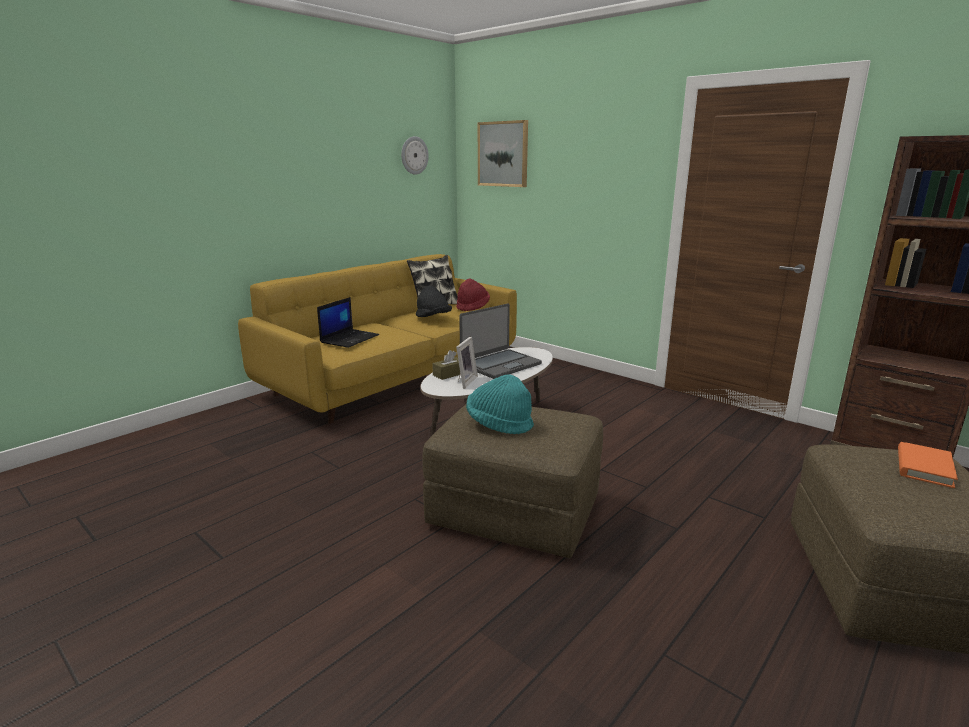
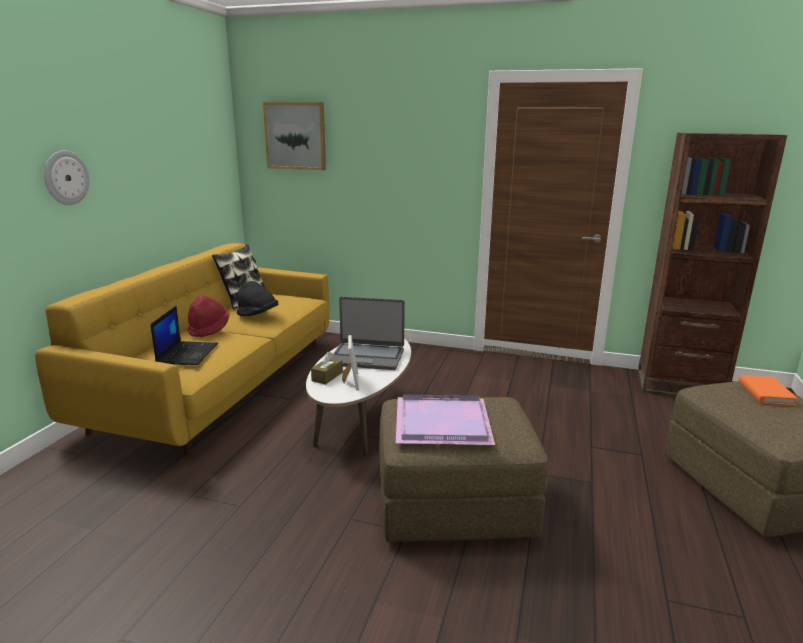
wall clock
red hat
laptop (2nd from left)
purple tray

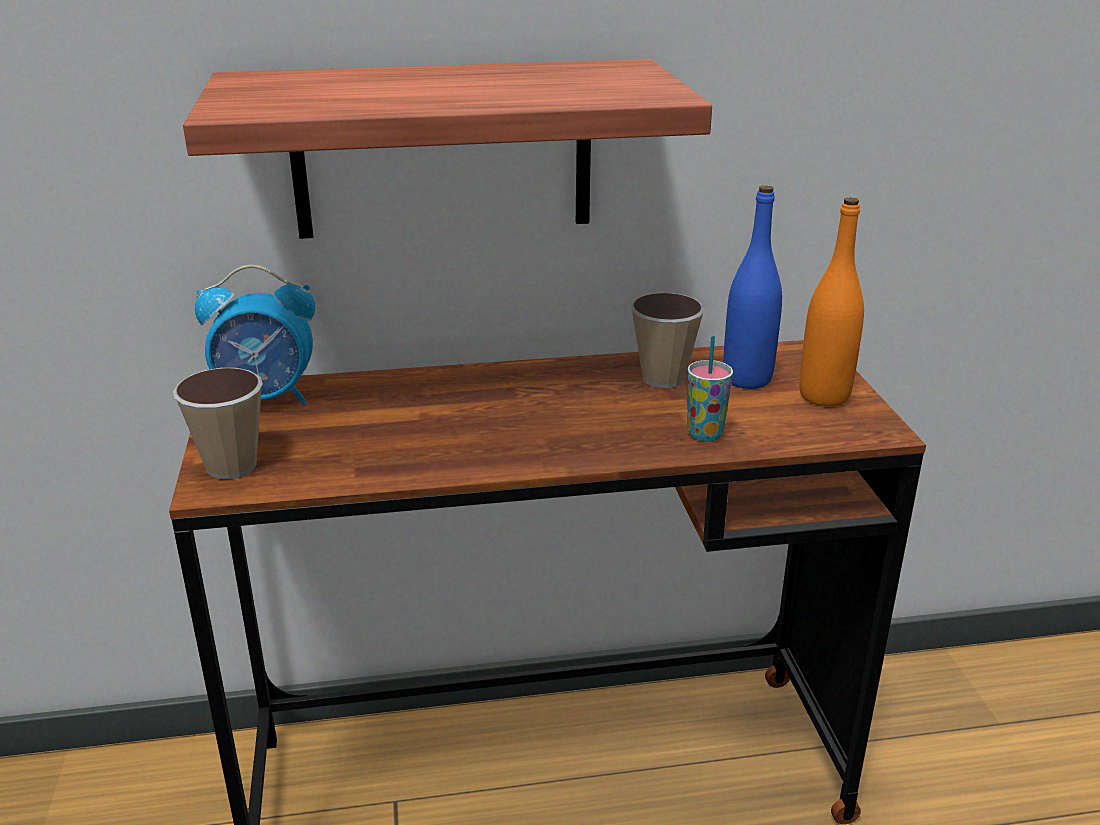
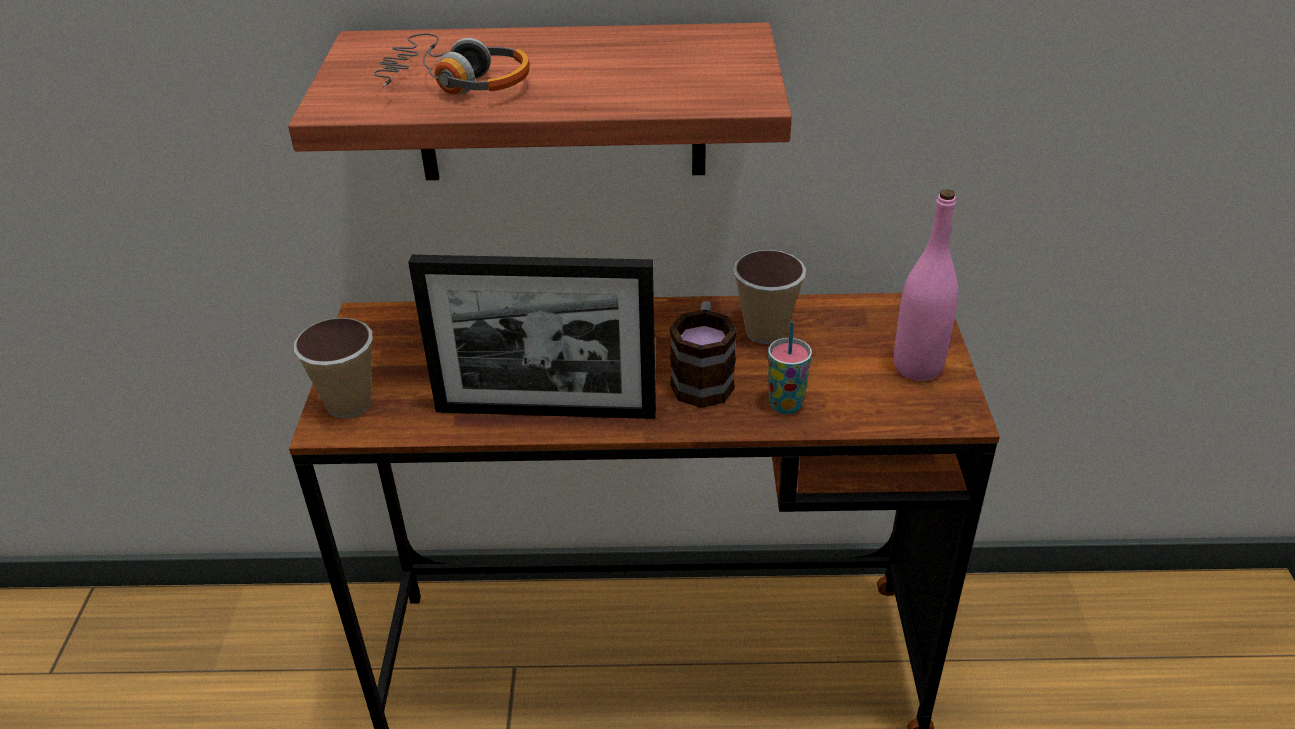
blue bottle
pink bottle
alarm clock
headphones
picture frame
mug

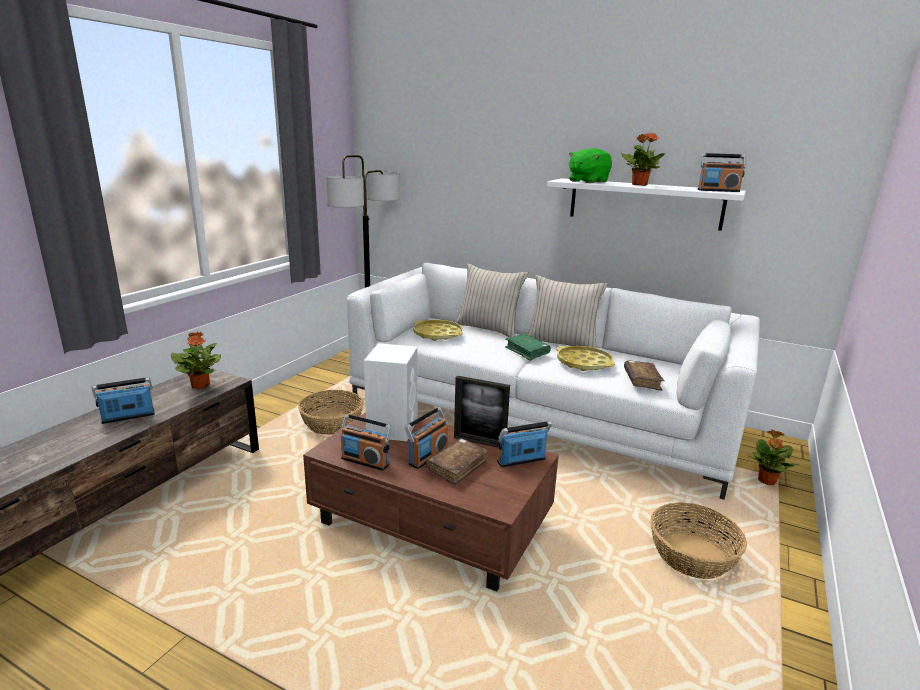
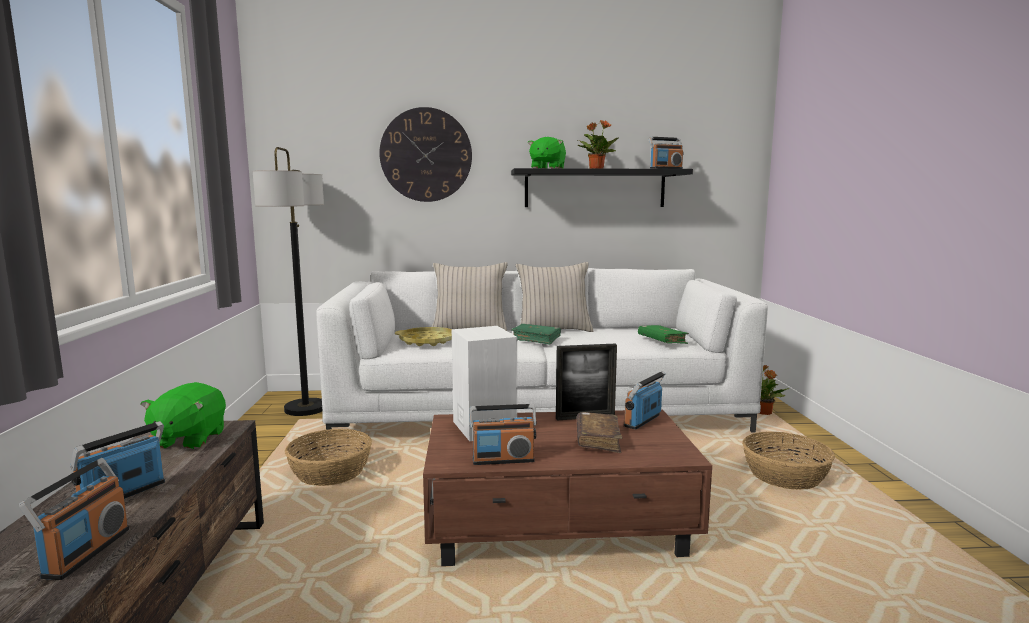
black shelf
green plush toy (1st from left)
yellow tray (2nd from left in the first image)
green book (2nd from left)
radio (1st from left)
wall clock

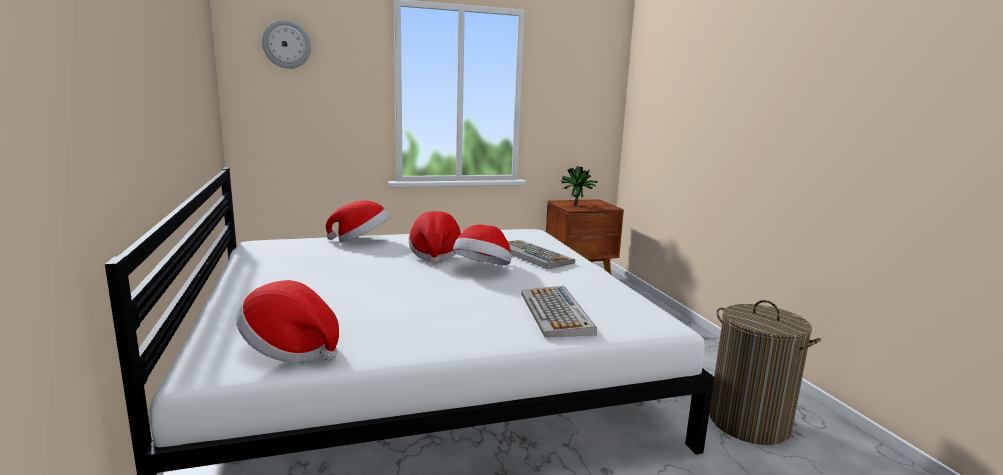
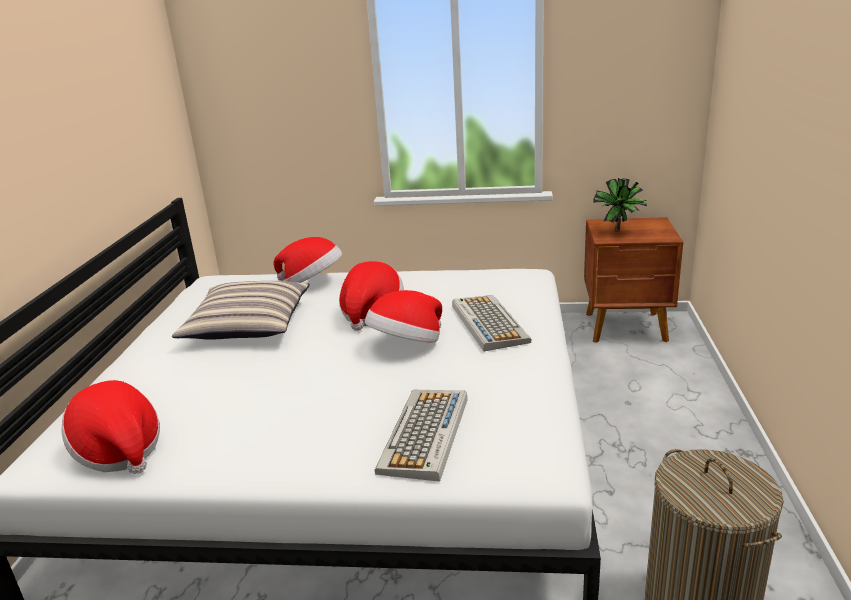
wall clock
pillow

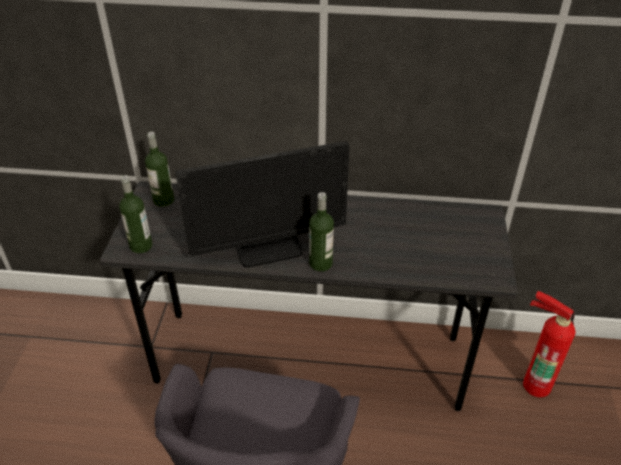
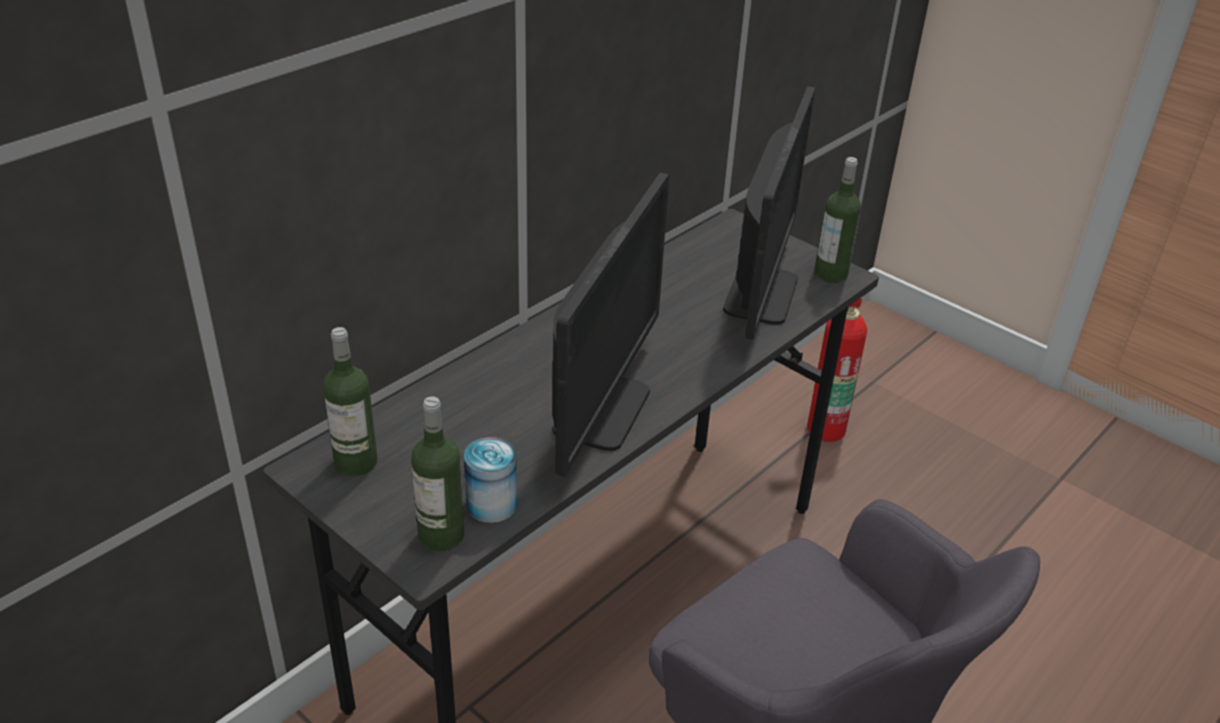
bottle (3rd from left)
monitor (2nd from left)
can

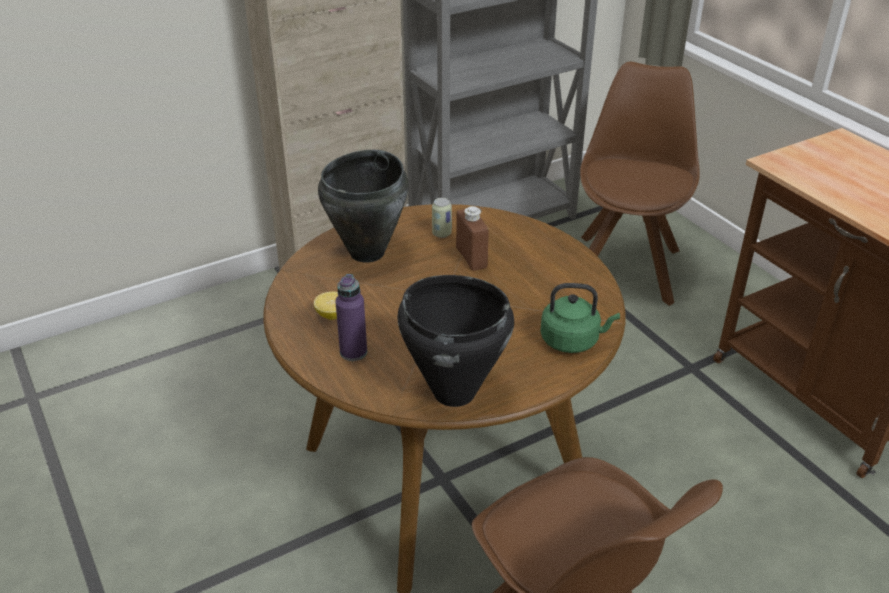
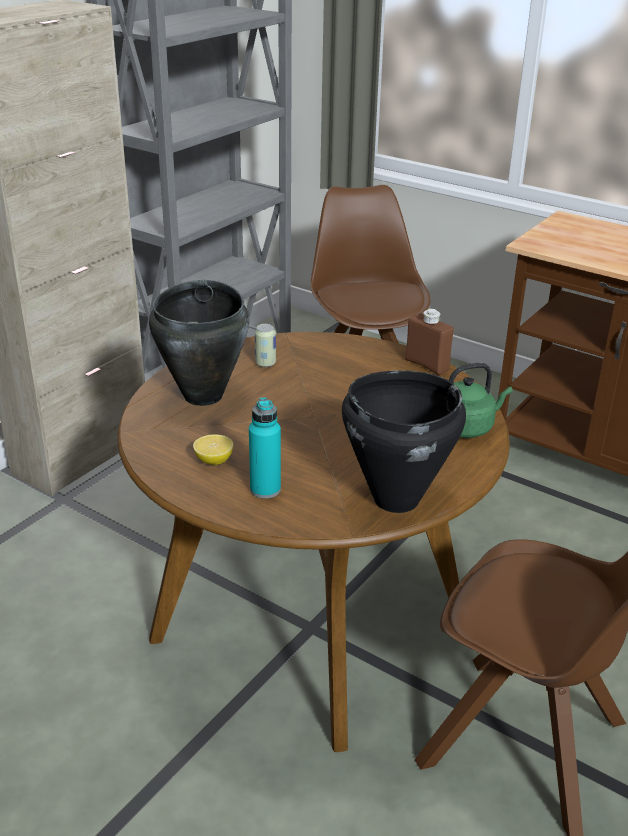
brown bottle
turquoise bottle

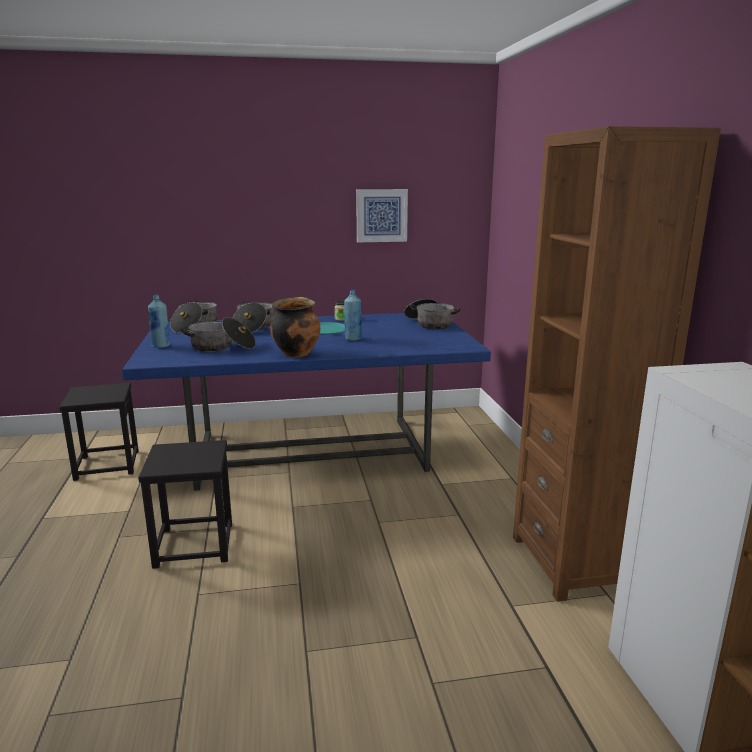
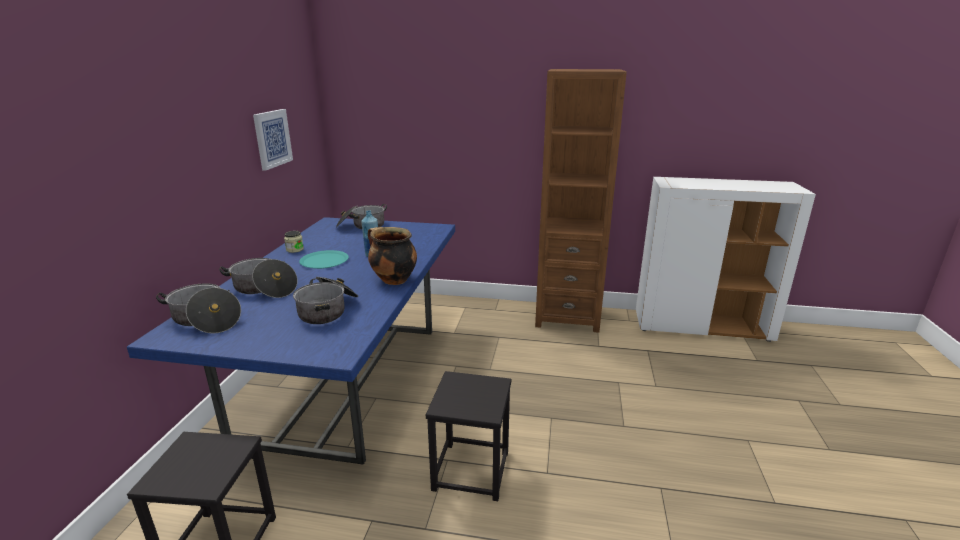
blue bottle (1st from left in the first image)

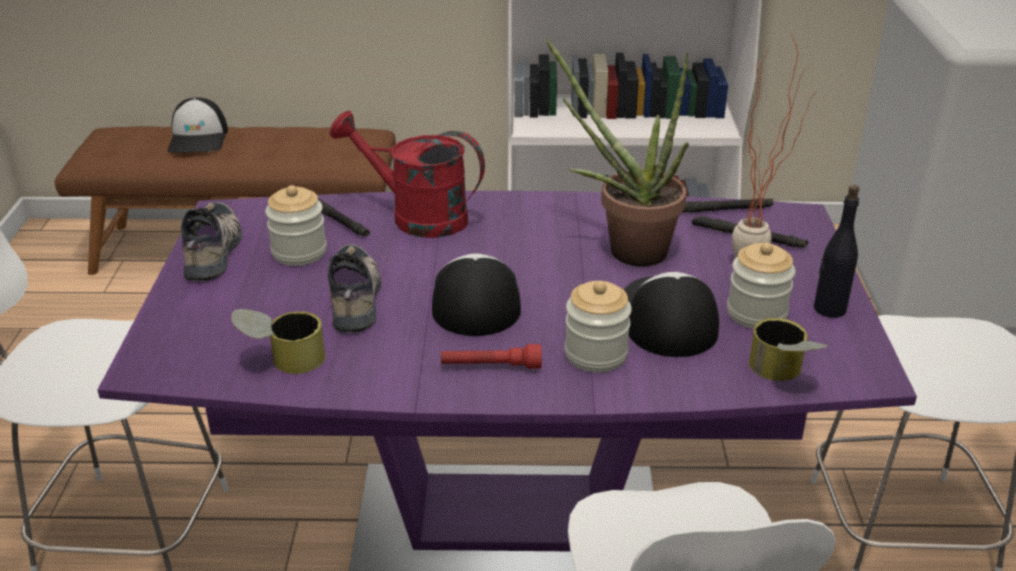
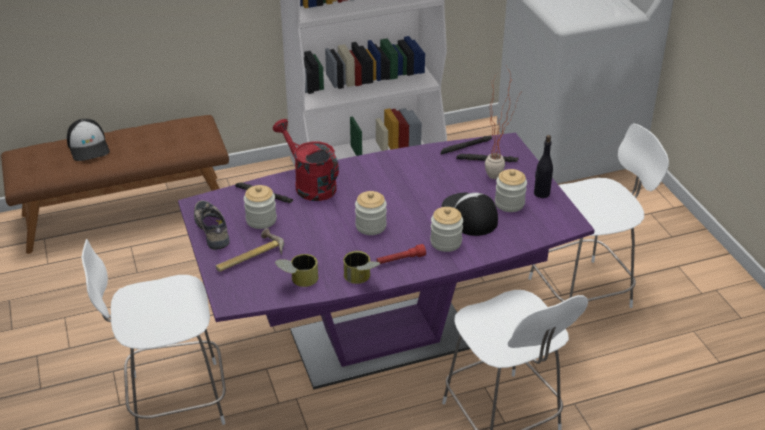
potted plant (1st from left in the first image)
red watering can
shoe (2nd from left in the first image)
jar (2nd from left)
can (2nd from left)
hammer

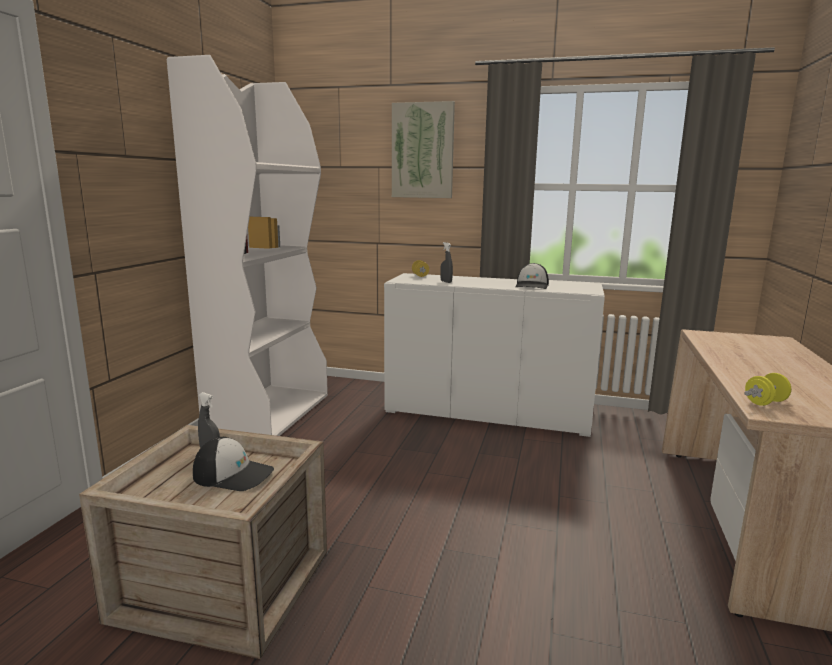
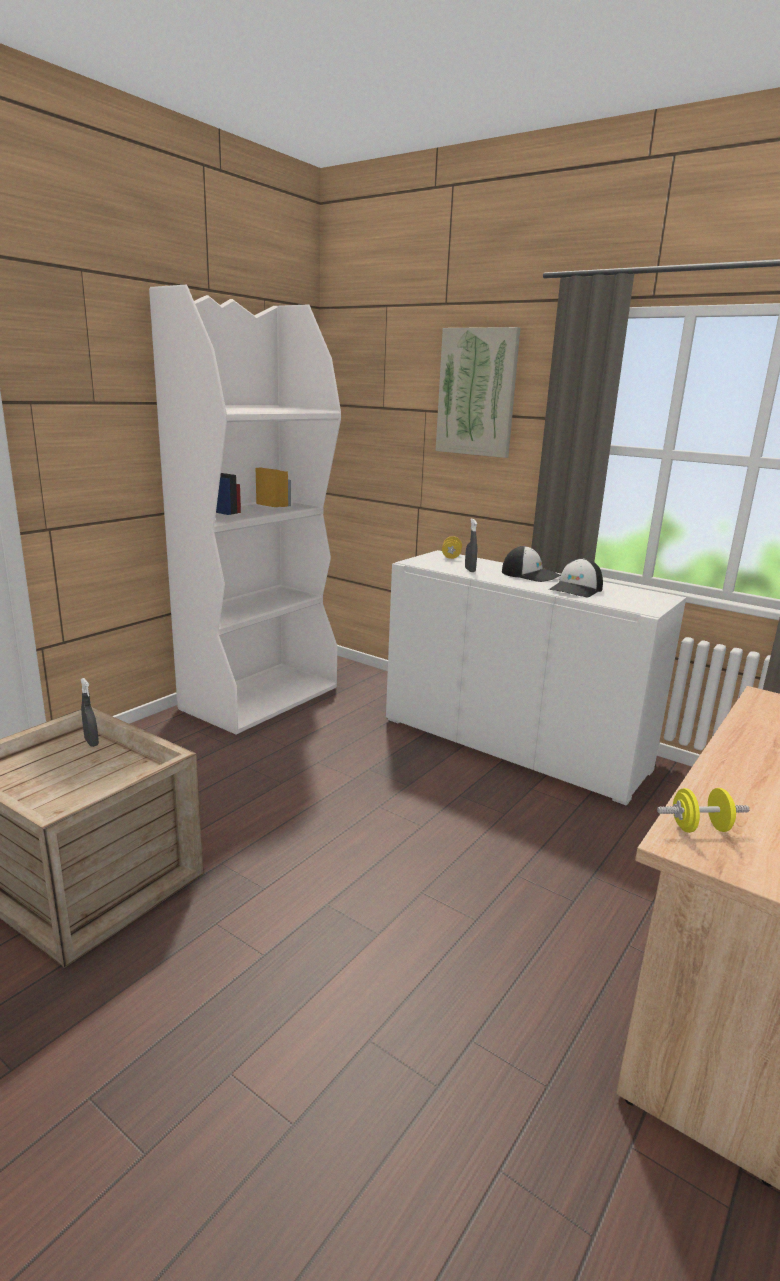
cap (1st from left)

